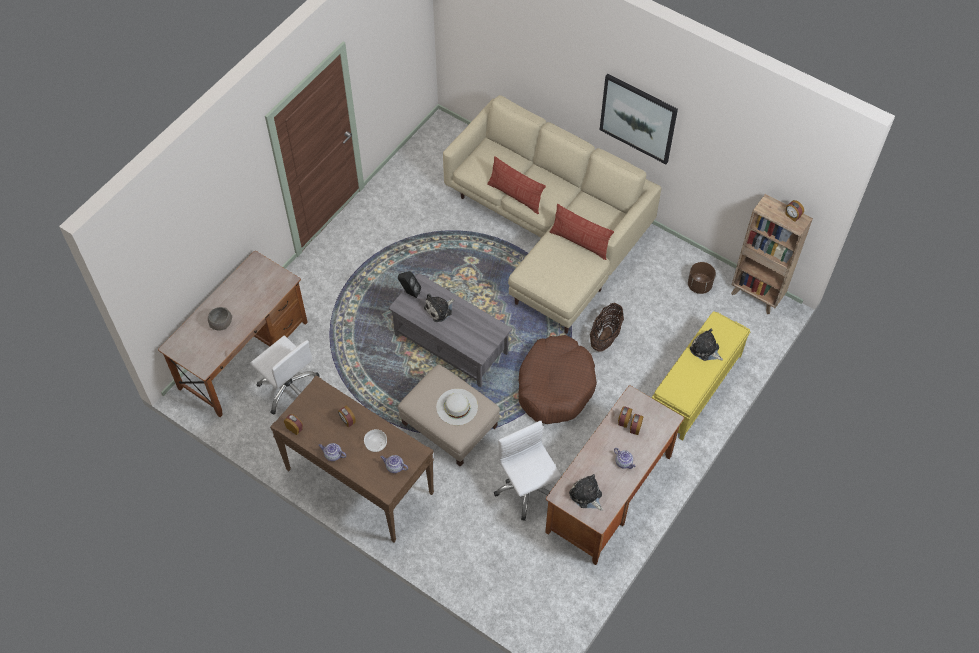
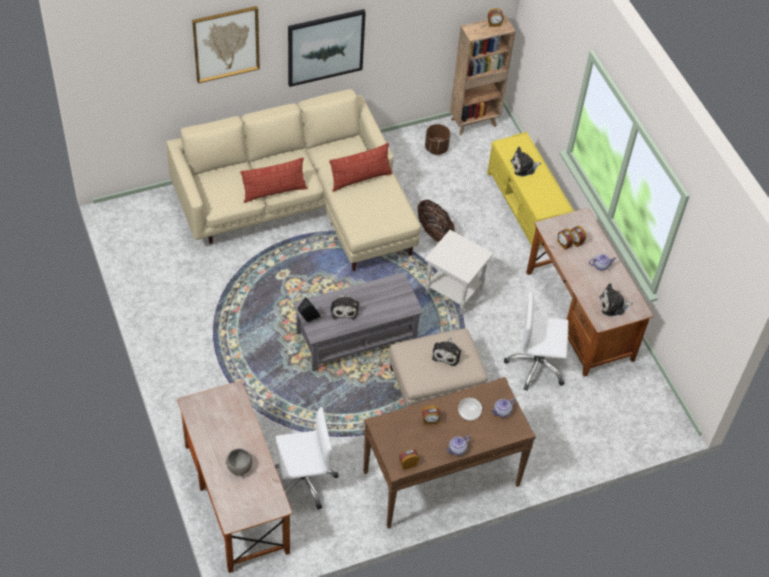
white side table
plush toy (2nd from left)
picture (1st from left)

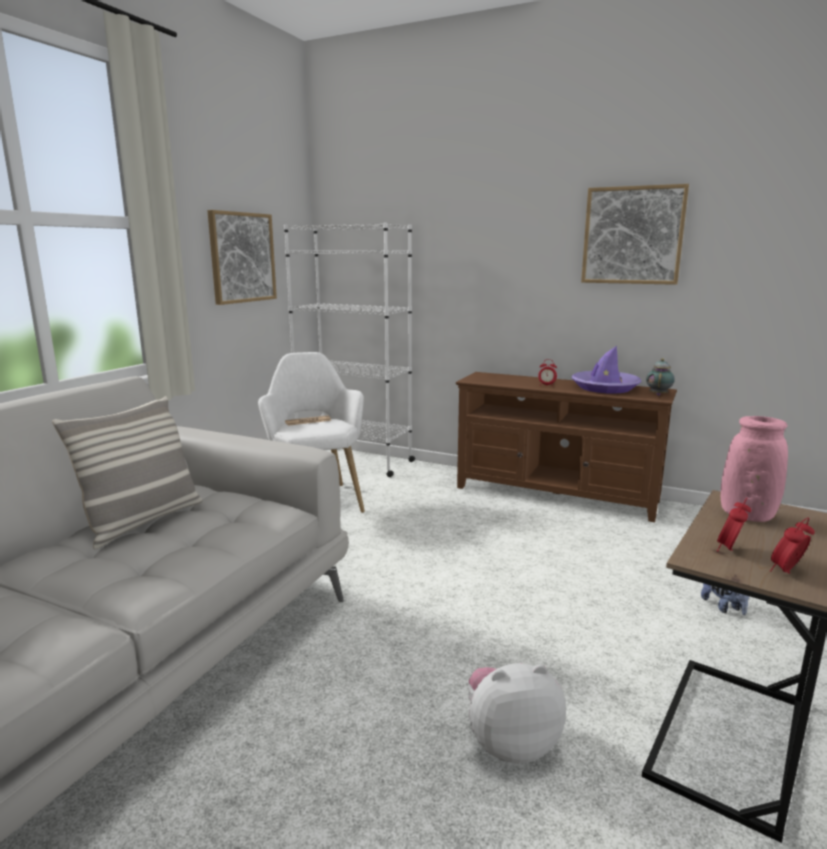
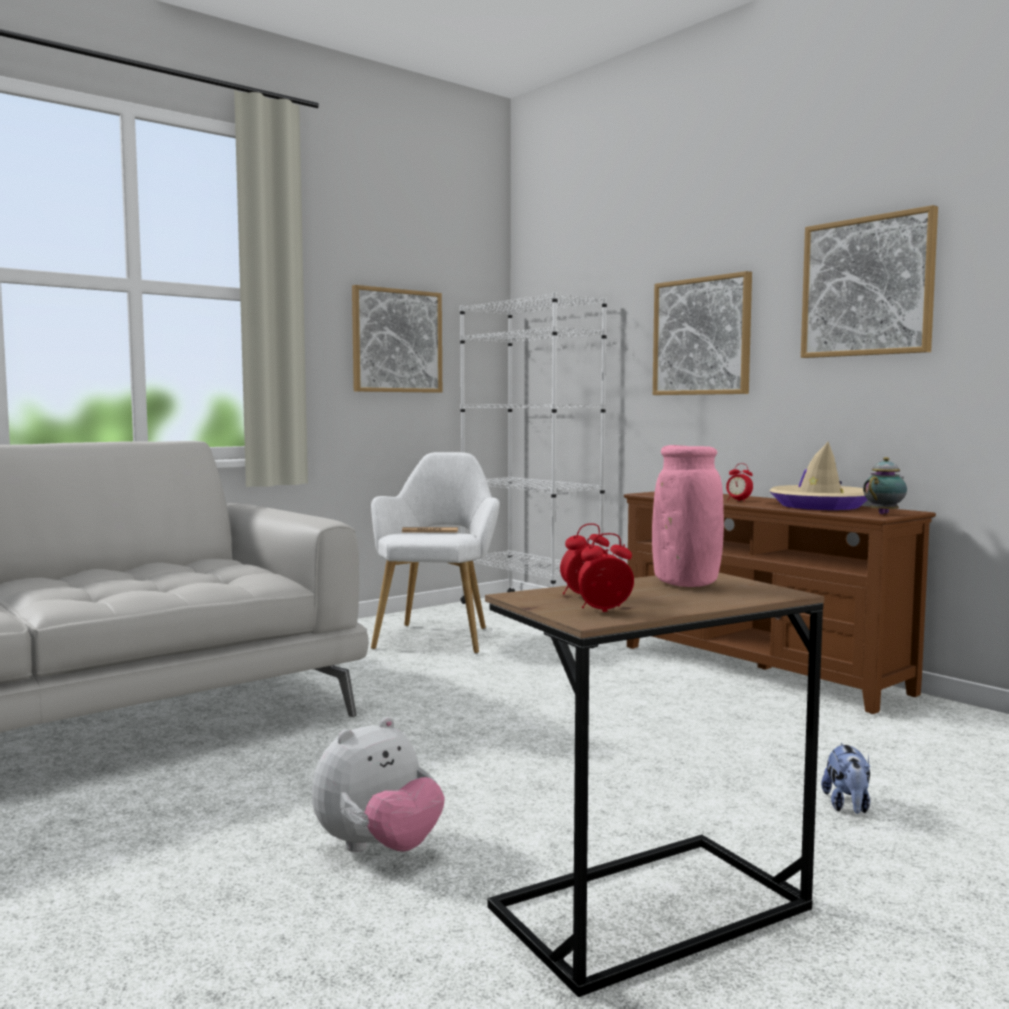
beige hat
pillow
plush toy (1st from left)
picture (2nd from left)

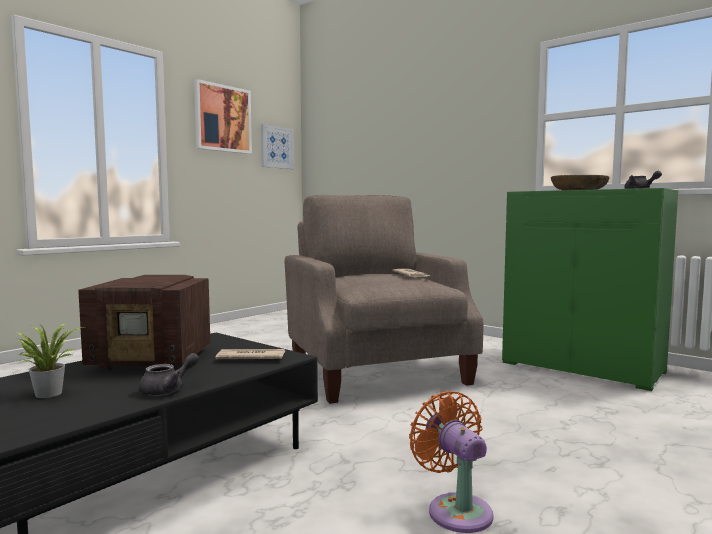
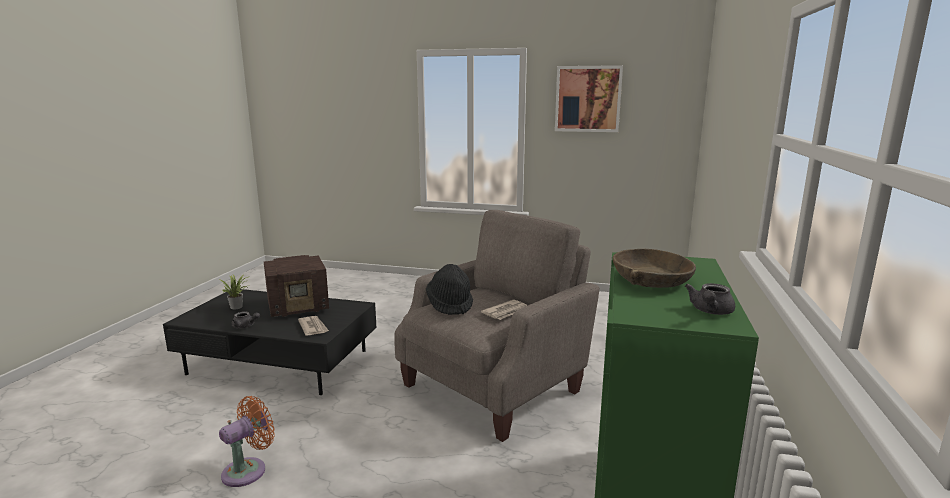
picture (2nd from left in the first image)
radio
black hat

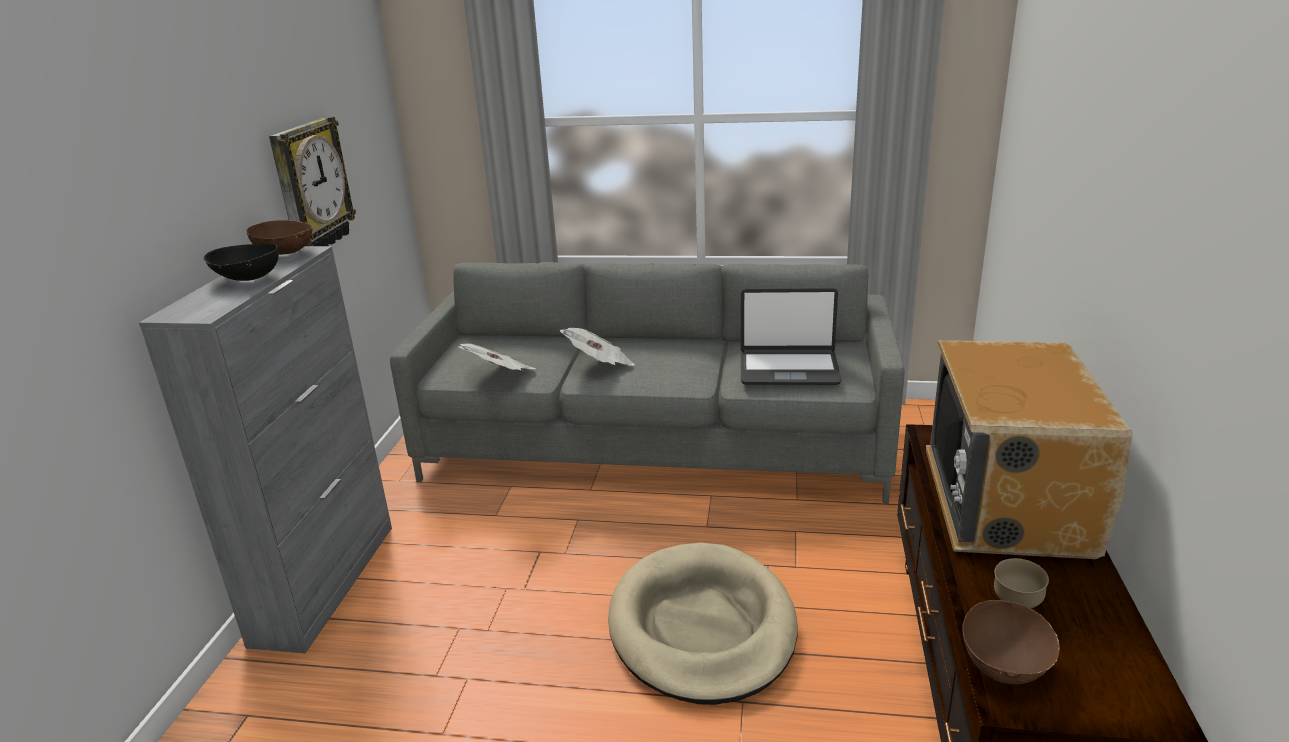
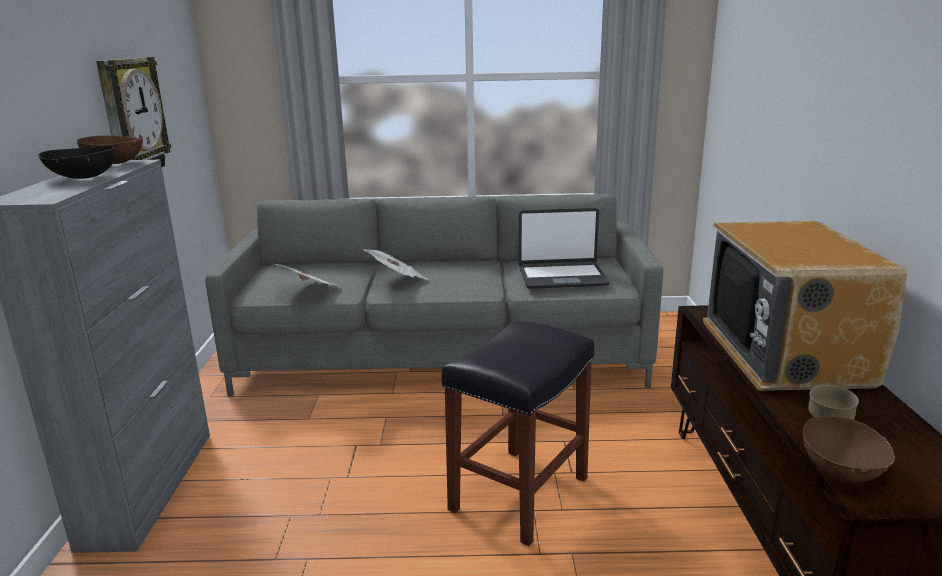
black stool

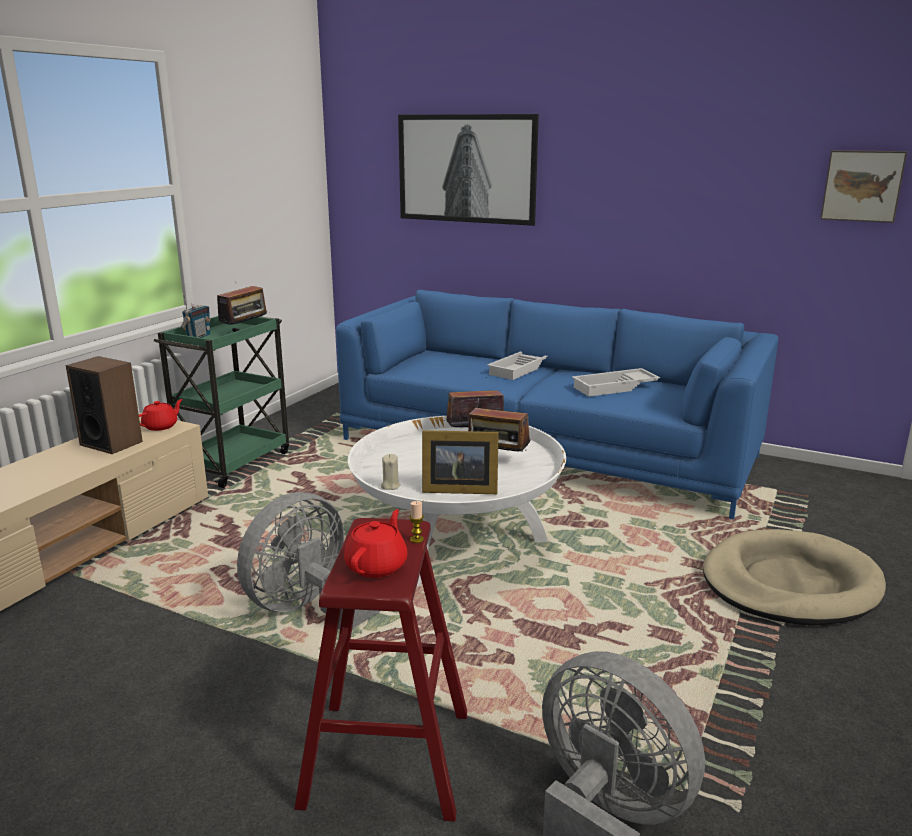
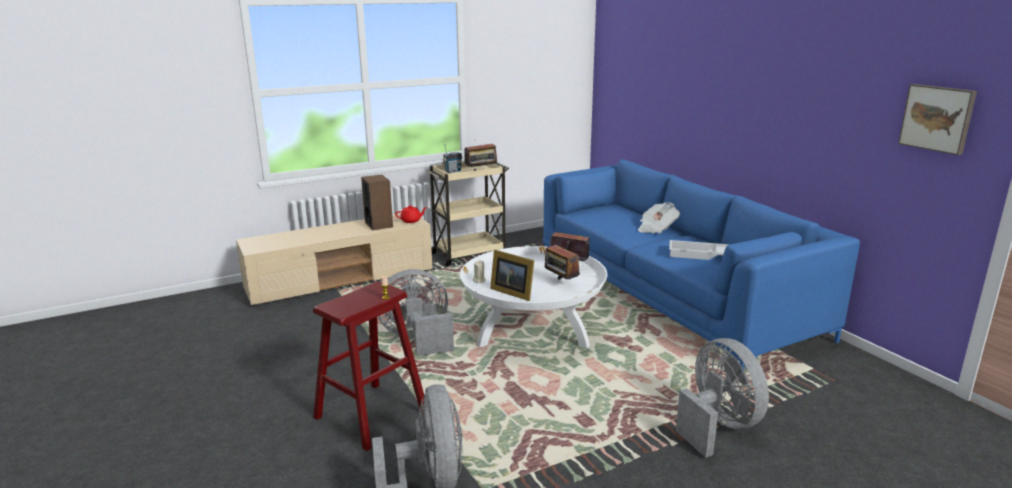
picture (1st from left in the first image)
beige cart
newspaper
red teapot (2nd from left in the first image)
grey fan (3rd from left)

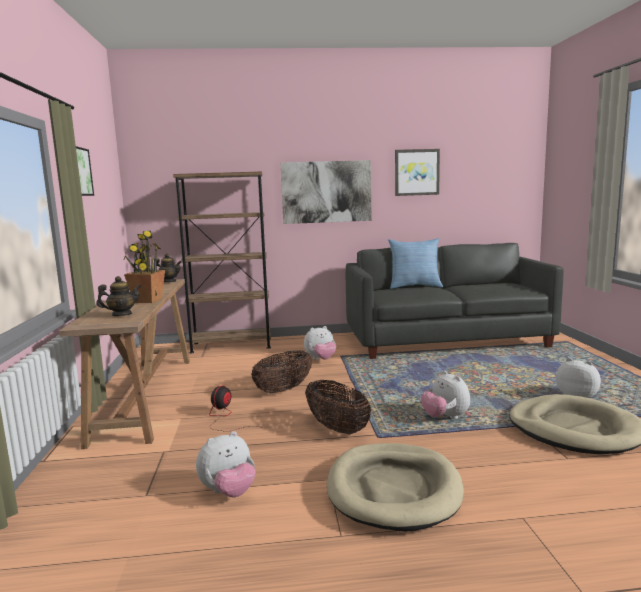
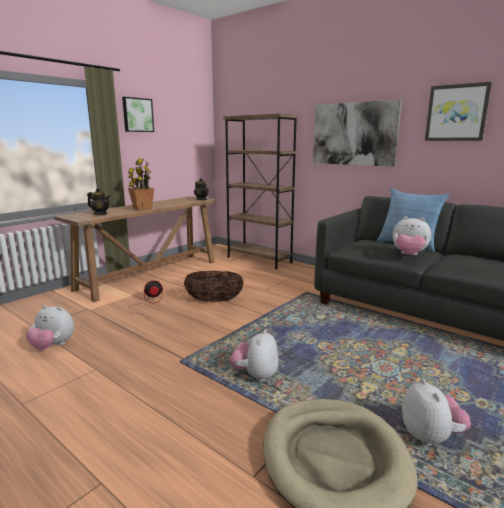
plush toy (3rd from left)
basket (2nd from left in the first image)
beige dog bed (1st from left in the first image)

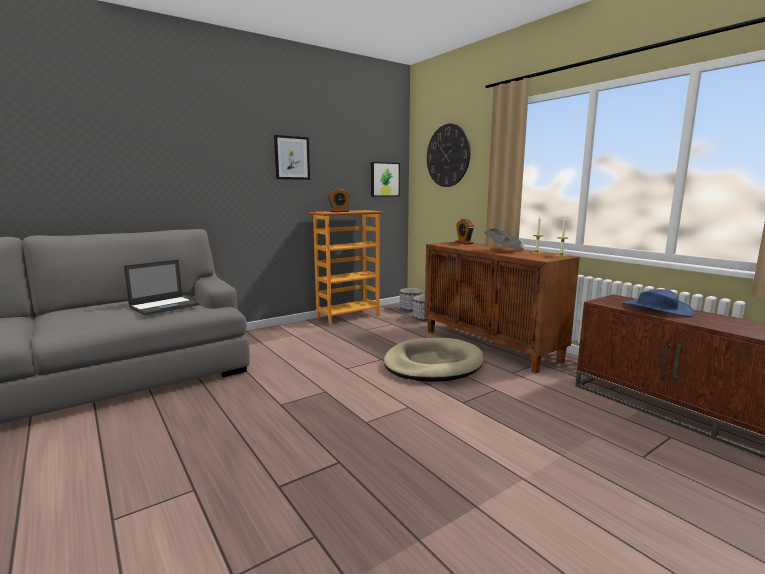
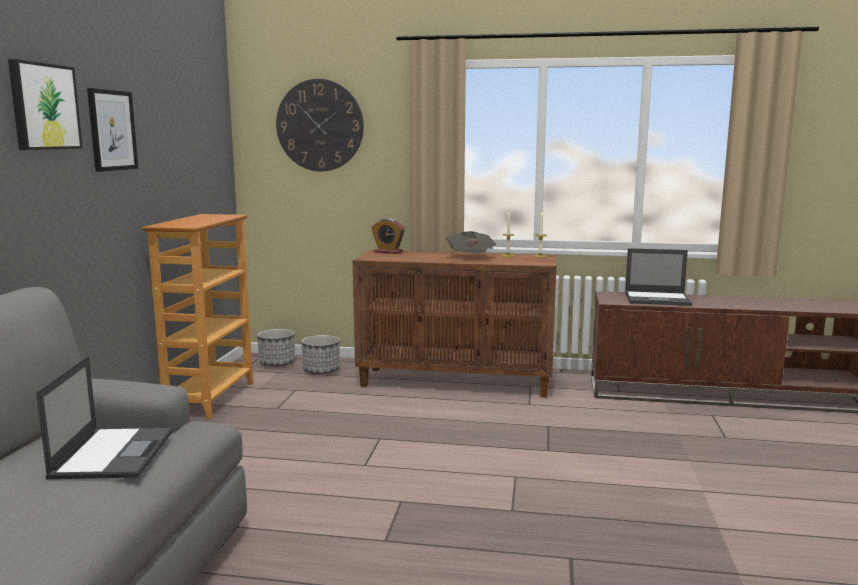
picture (1st from left)
alarm clock (1st from left in the first image)
laptop (2nd from left)
beige dog bed

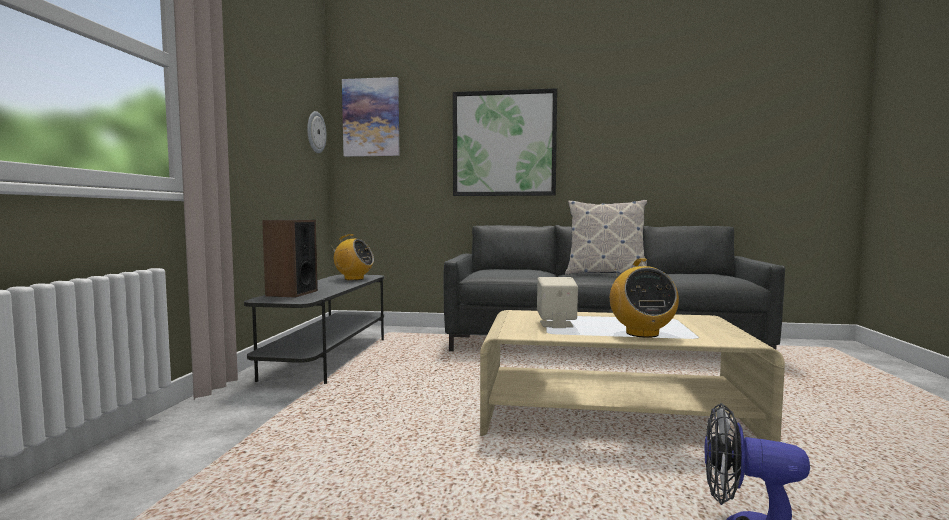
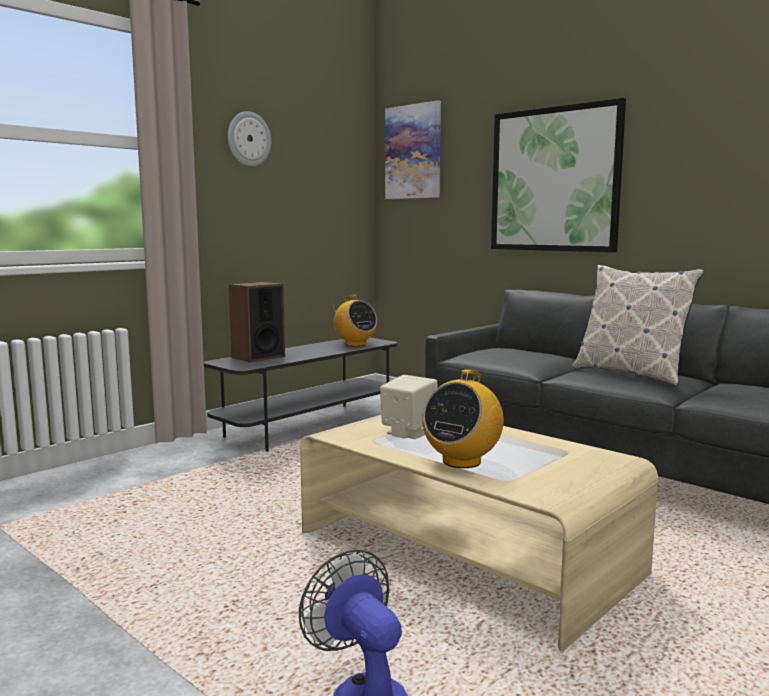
wall clock

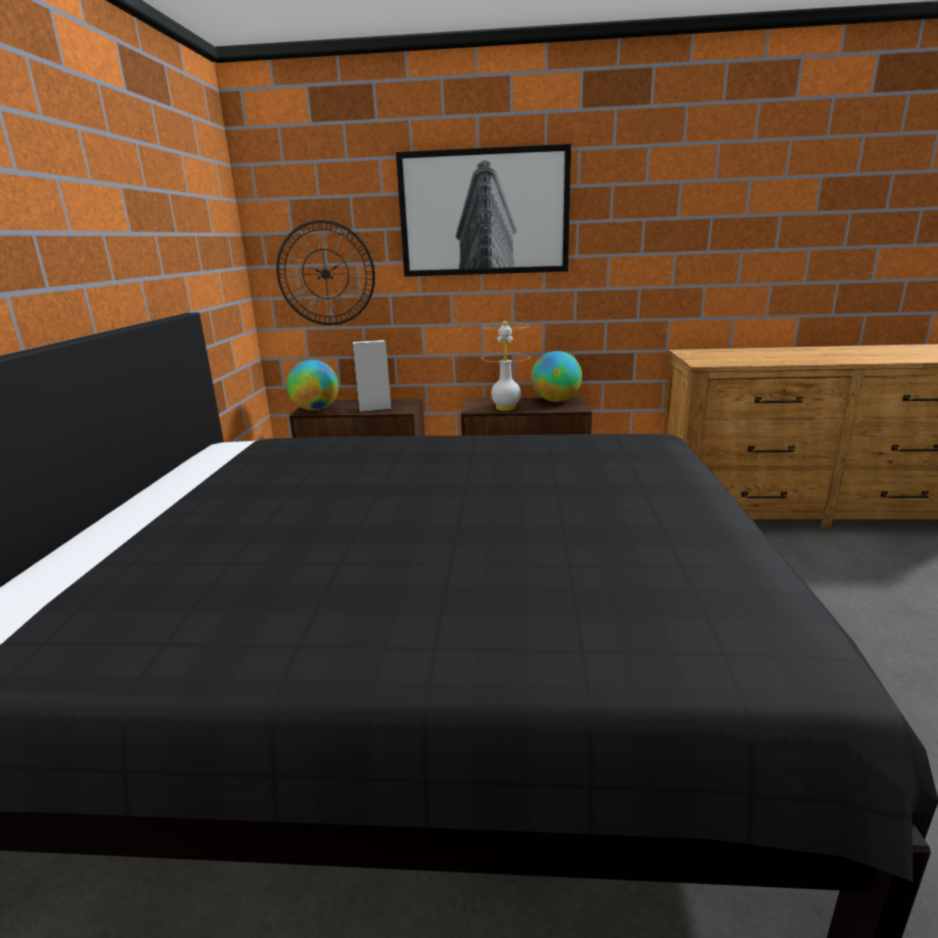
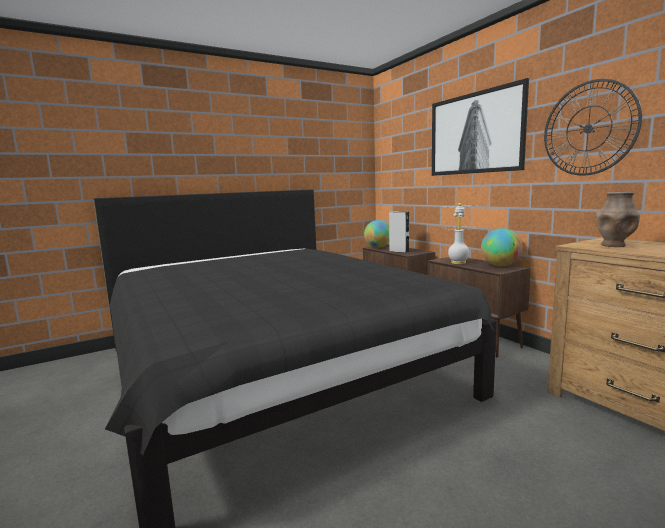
wall clock
brown vase

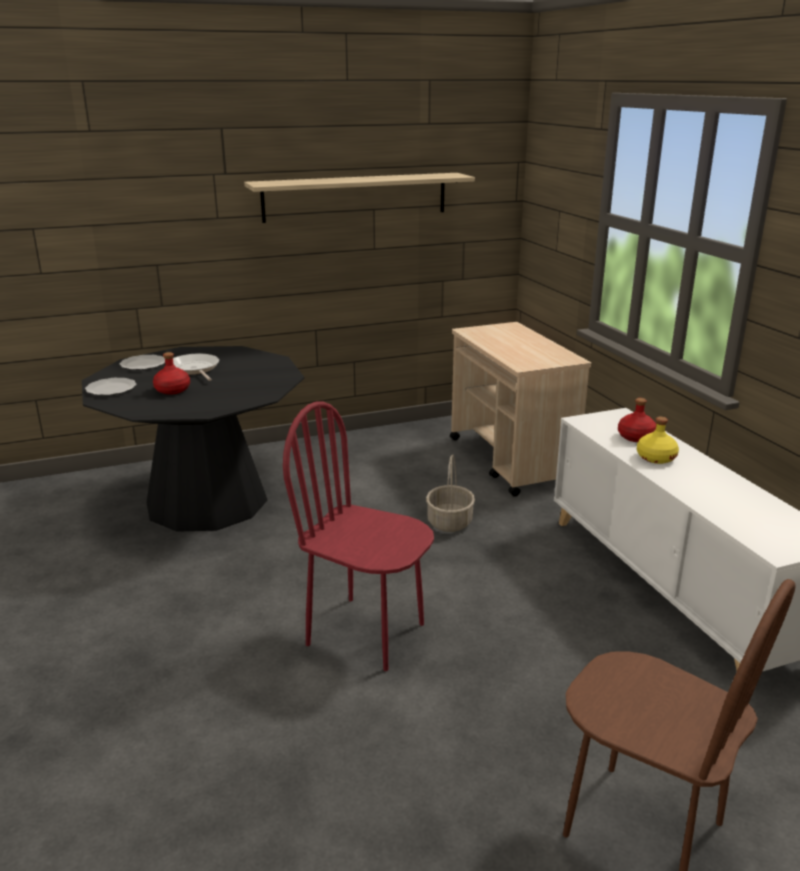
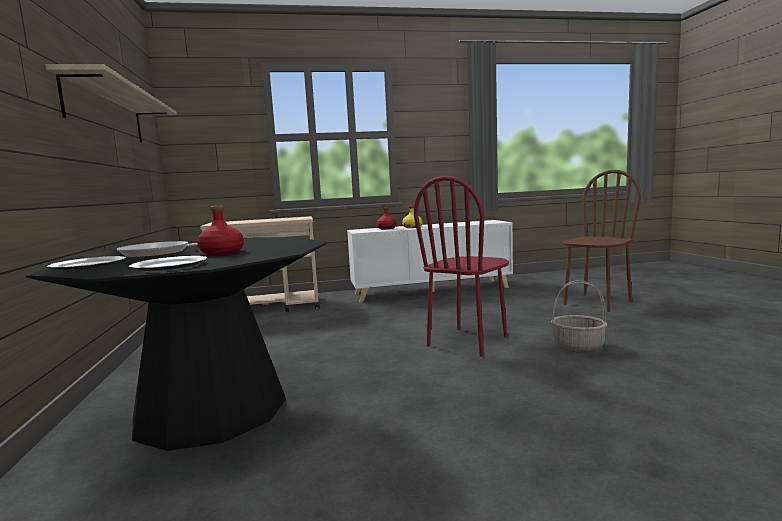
basket

